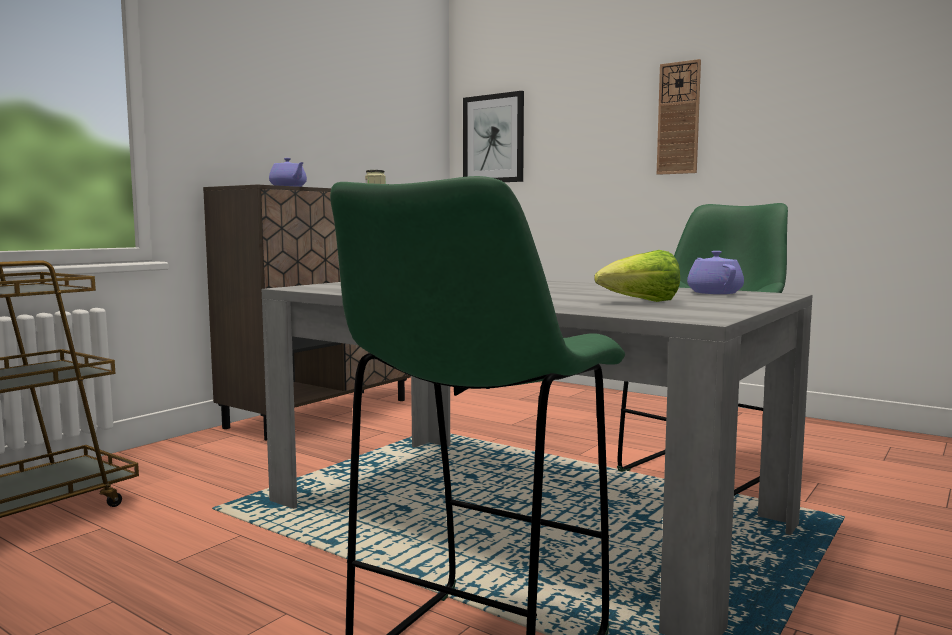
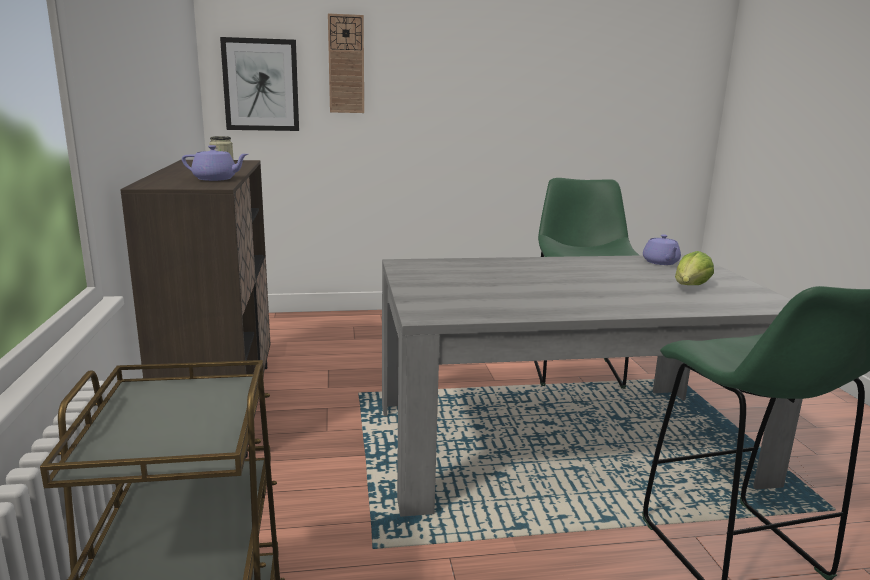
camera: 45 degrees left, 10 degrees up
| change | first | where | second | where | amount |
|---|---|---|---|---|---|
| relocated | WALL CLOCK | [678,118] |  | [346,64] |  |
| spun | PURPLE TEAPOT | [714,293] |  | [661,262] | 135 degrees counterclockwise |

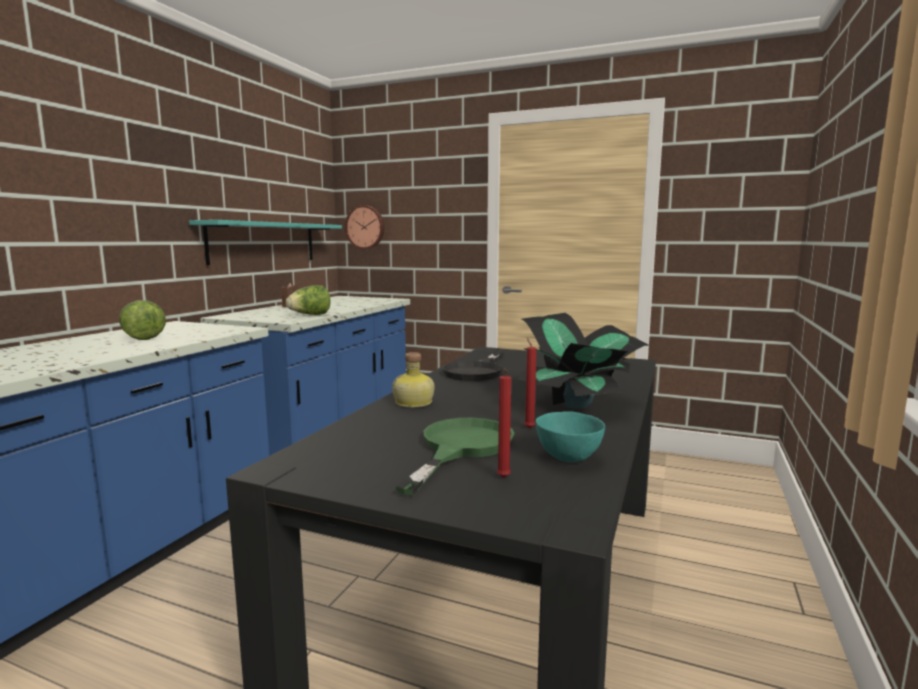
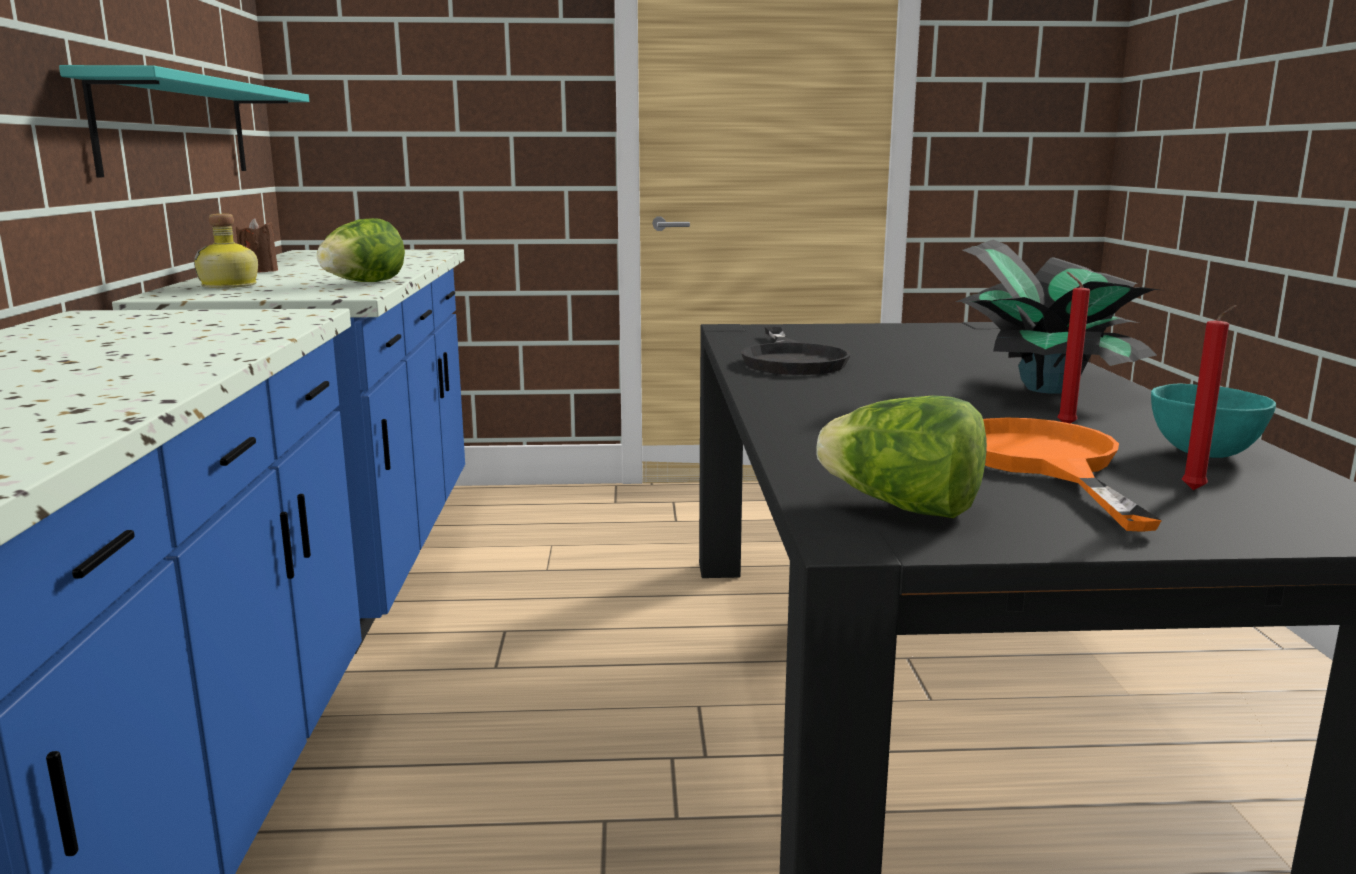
camera: 25 degrees left, 5 degrees up
| change | first | where | second | where | amount |
|---|---|---|---|---|---|
| missing | WALL CLOCK | [365,227] |  |  |  |
| relocated | LETTUCE | [142,338] |  | [903,508] |  |
| relocated | BOTTLE | [414,403] |  | [230,286] |  |
| colour | GREEN FRYING PAN | [460,448] | ORANGE FRYING PAN | [1044,463] |  |

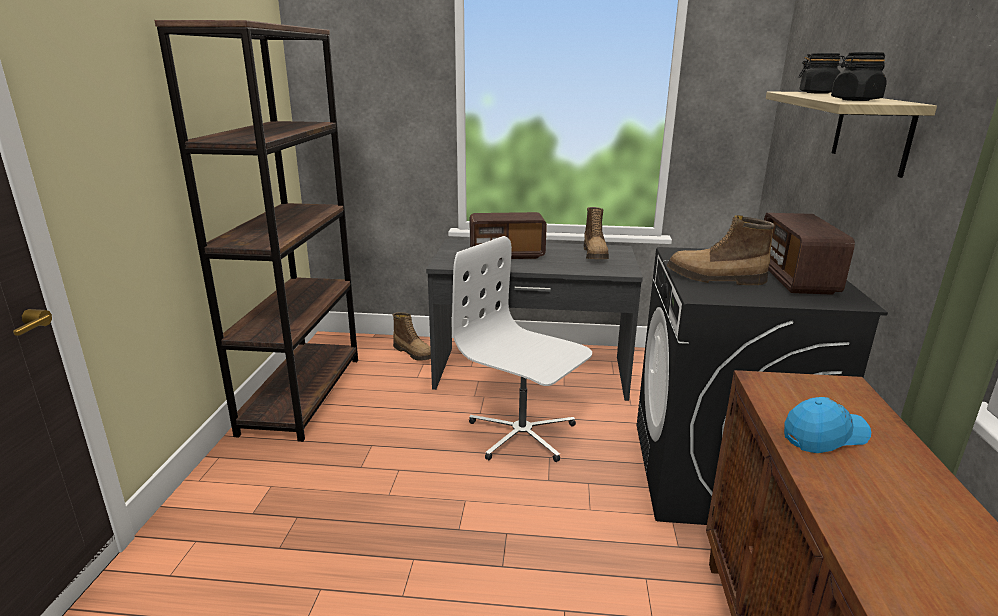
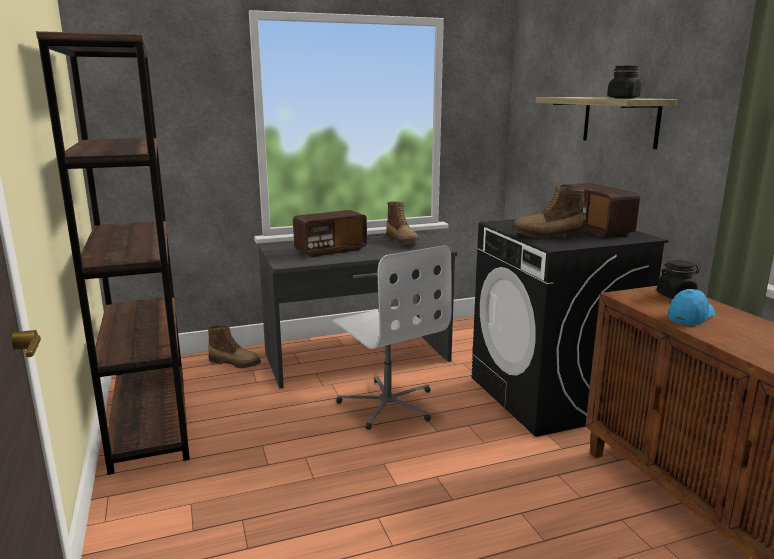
camera: 25 degrees left, 5 degrees down
| change | first | where | second | where | amount |
|---|---|---|---|---|---|
| relocated | BLACK JAR | [818,93] |  | [675,296] |  |
| spun | WHITE OFFICE CHAIR | [522,434] |  | [388,404] | 135 degrees counterclockwise |

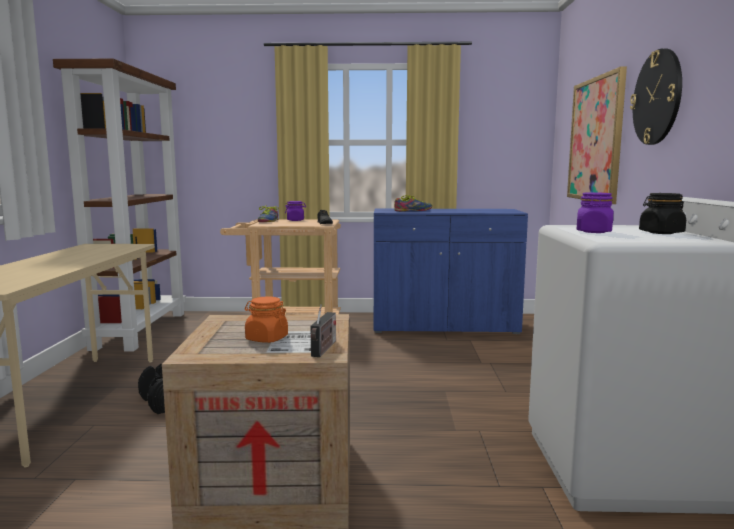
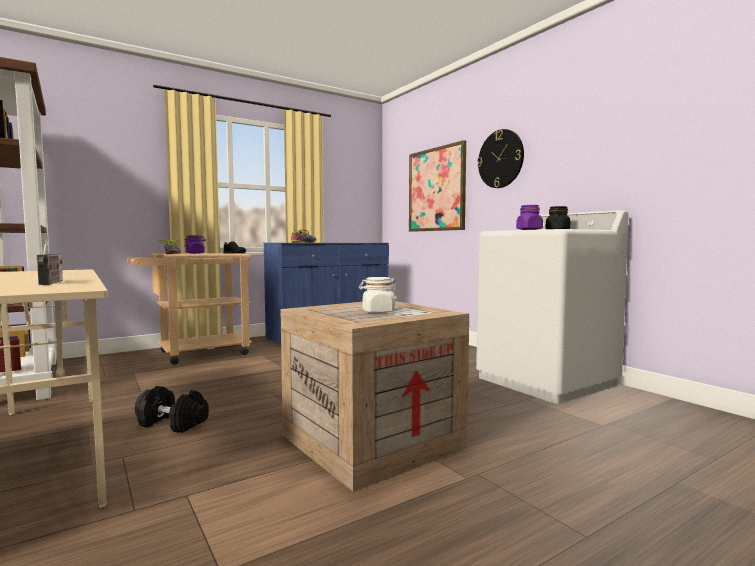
camera: 35 degrees left, 5 degrees down
| change | first | where | second | where | amount |
|---|---|---|---|---|---|
| relocated | RADIO | [323,349] |  | [51,282] |  |
| colour | ORANGE JAR | [266,339] | WHITE JAR | [378,312] |  |

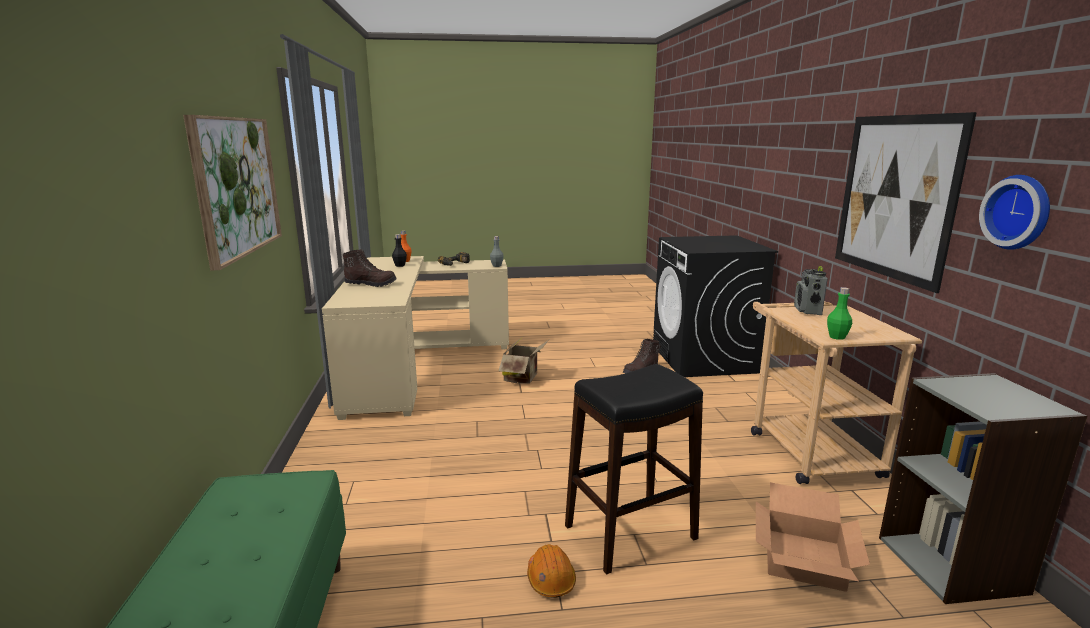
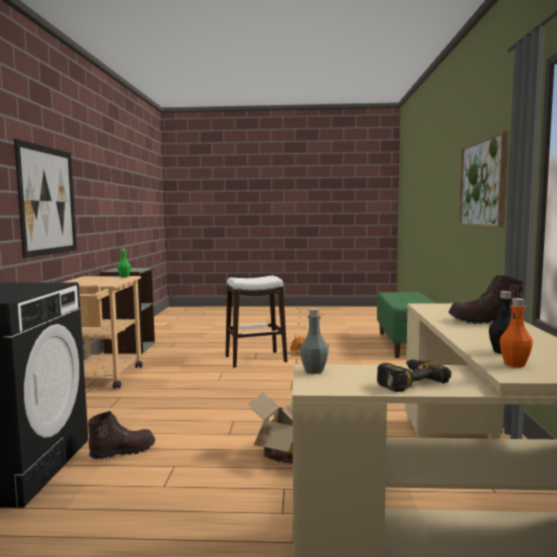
camera: 170 degrees left, 10 degrees down
| change | first | where | second | where | amount |
|---|---|---|---|---|---|
| missing | CARDBOARD BOX | [805,559] |  |  |  |
| missing | RADIO | [807,310] |  |  |  |
| missing | WALL CLOCK | [1019,212] |  |  |  |
| colour | BLACK STOOL | [630,532] | WHITE STOOL | [256,359] |  |

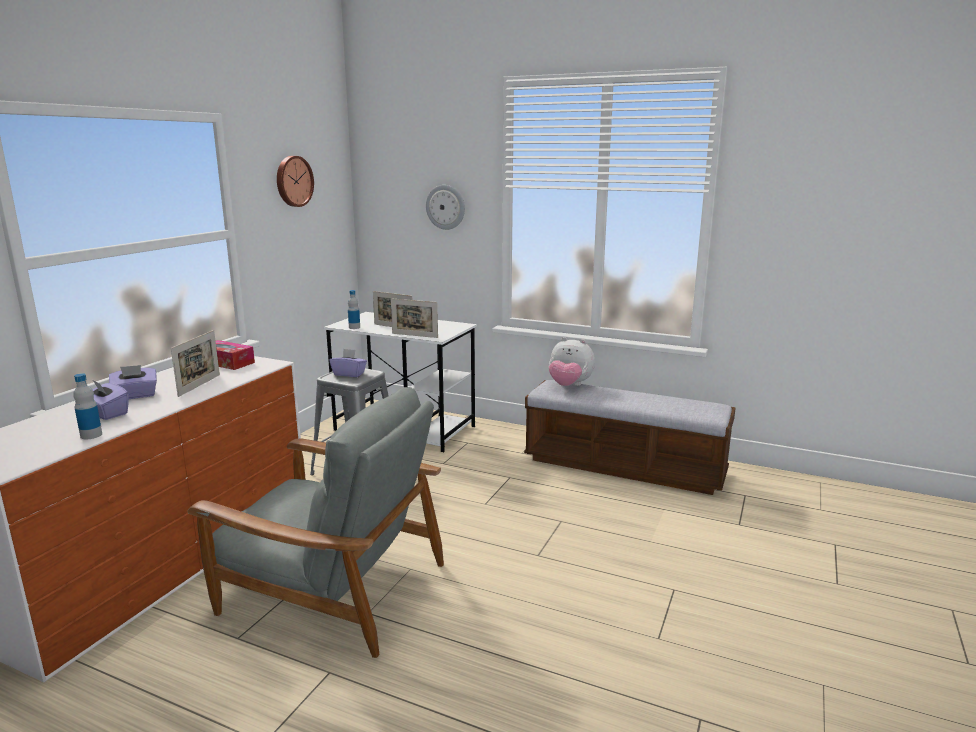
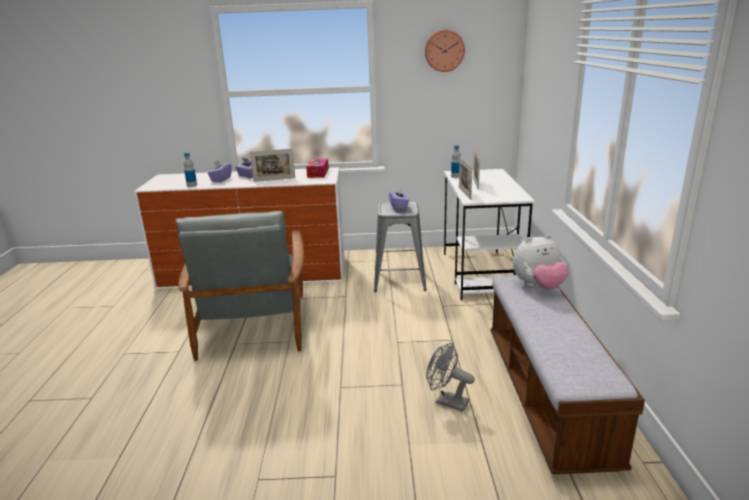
camera: 65 degrees right, 5 degrees up
| change | first | where | second | where | amount |
|---|---|---|---|---|---|
| missing | WALL CLOCK | [445,207] |  |  |  |
| appeared |  |  | GREY FAN | [447,401] |  |
| spun | PLUSH TOY | [569,386] |  | [538,286] | 105 degrees counterclockwise |

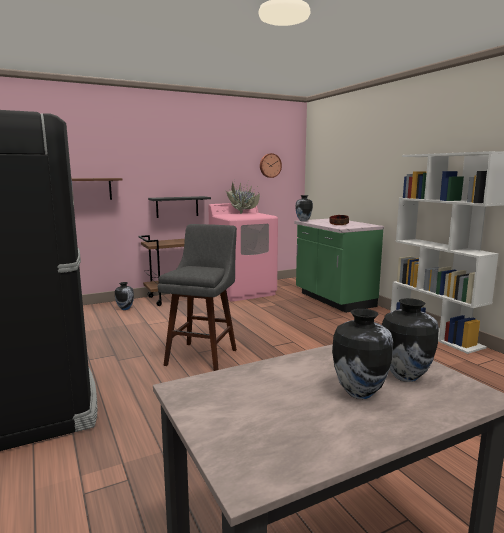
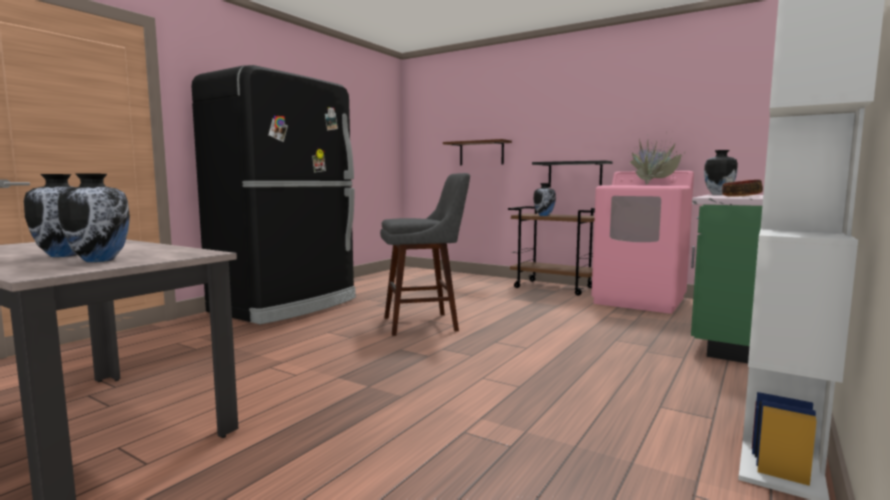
camera: 60 degrees right, 5 degrees down
| change | first | where | second | where | amount |
|---|---|---|---|---|---|
| missing | WALL CLOCK | [270,165] |  |  |  |
| relocated | VASE | [125,308] |  | [544,215] |  |

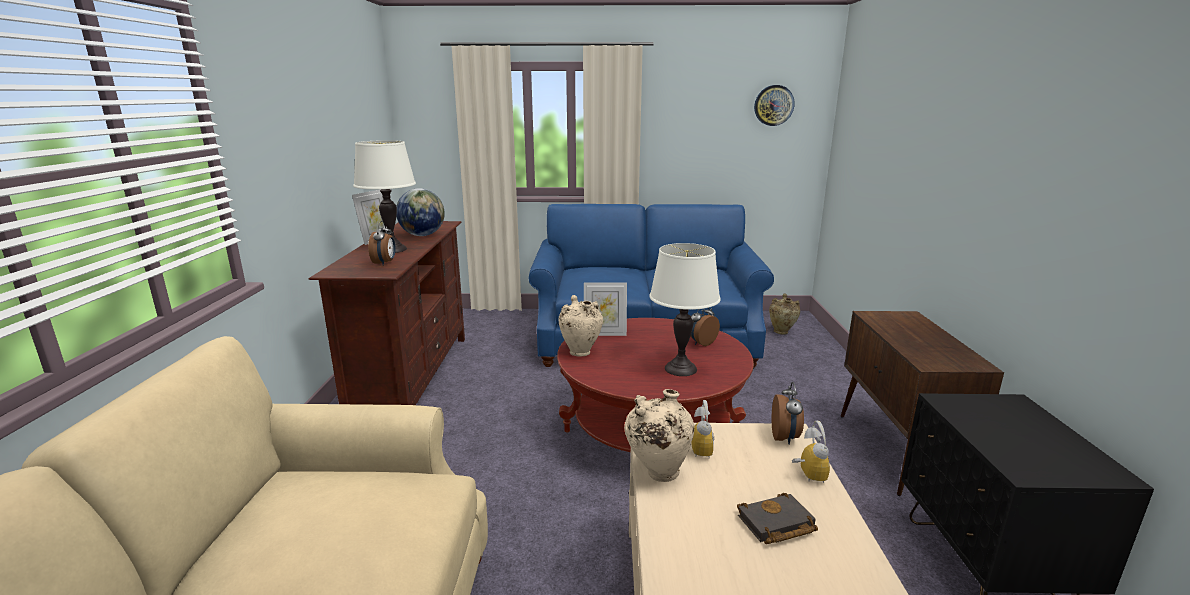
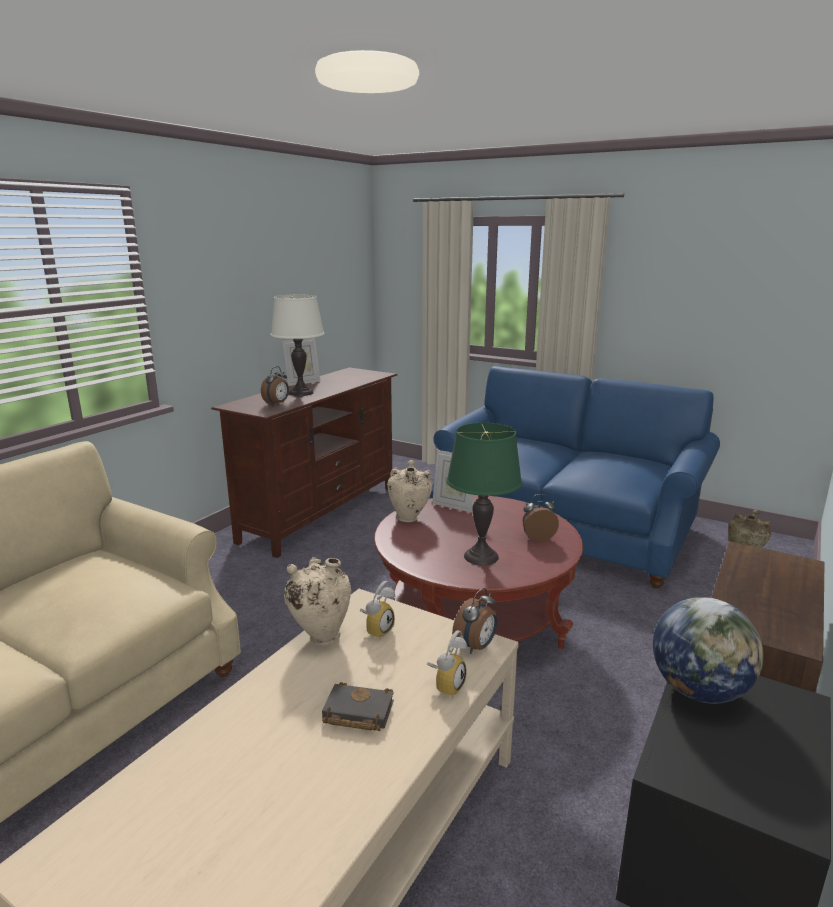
camera: 30 degrees right, 0 degrees up
| change | first | where | second | where | amount |
|---|---|---|---|---|---|
| missing | WALL CLOCK | [773,105] |  |  |  |
| relocated | GLOBE | [422,235] |  | [699,690] |  |
| colour | WHITE TABLE LAMP | [680,369] | GREEN TABLE LAMP | [481,557] |  |

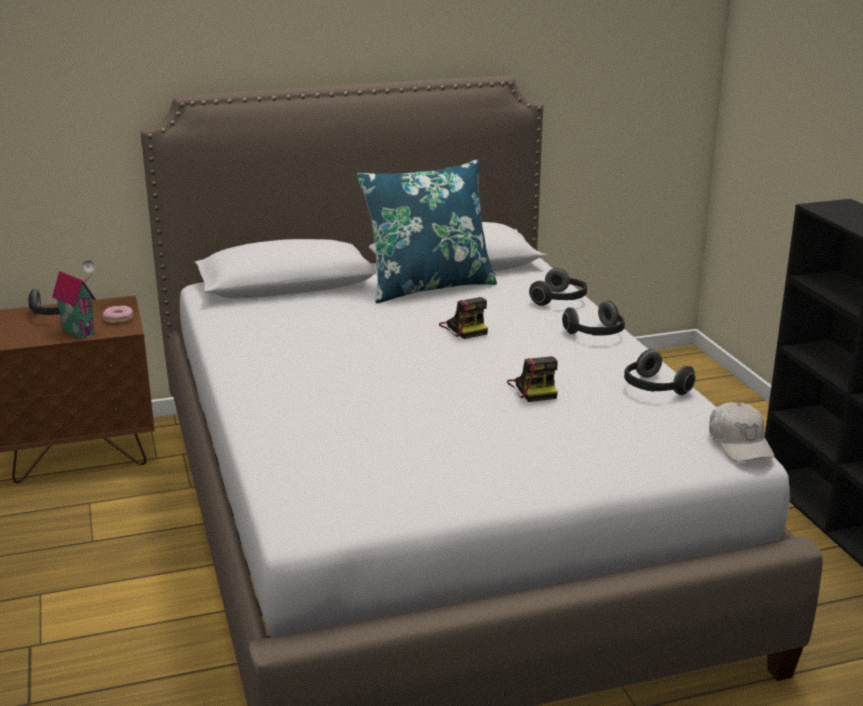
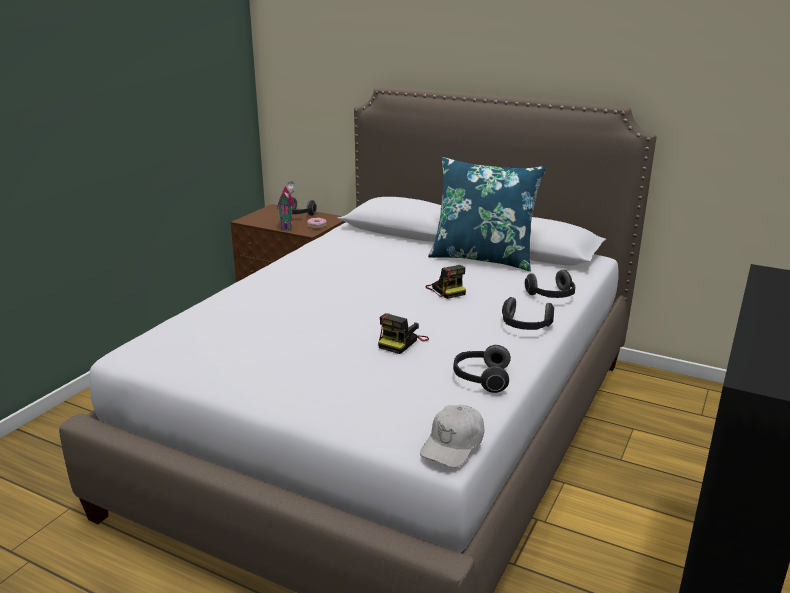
camera: 45 degrees right, 0 degrees up
| change | first | where | second | where | amount |
|---|---|---|---|---|---|
| spun | PHOTO CAMERA | [464,328] |  | [446,290] | 45 degrees counterclockwise |

